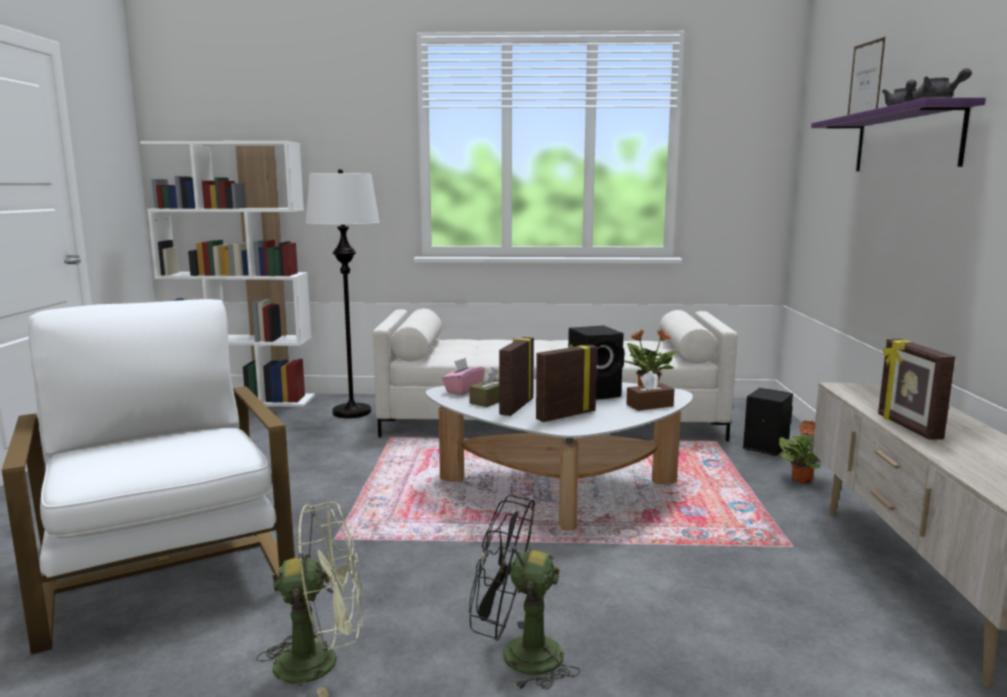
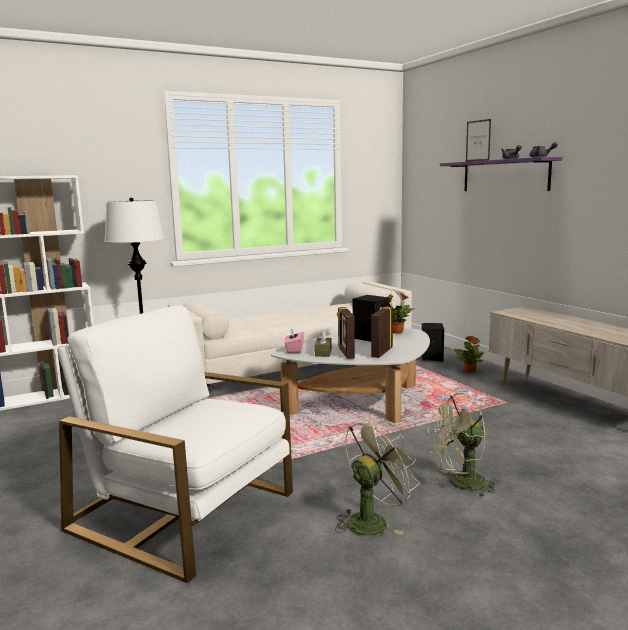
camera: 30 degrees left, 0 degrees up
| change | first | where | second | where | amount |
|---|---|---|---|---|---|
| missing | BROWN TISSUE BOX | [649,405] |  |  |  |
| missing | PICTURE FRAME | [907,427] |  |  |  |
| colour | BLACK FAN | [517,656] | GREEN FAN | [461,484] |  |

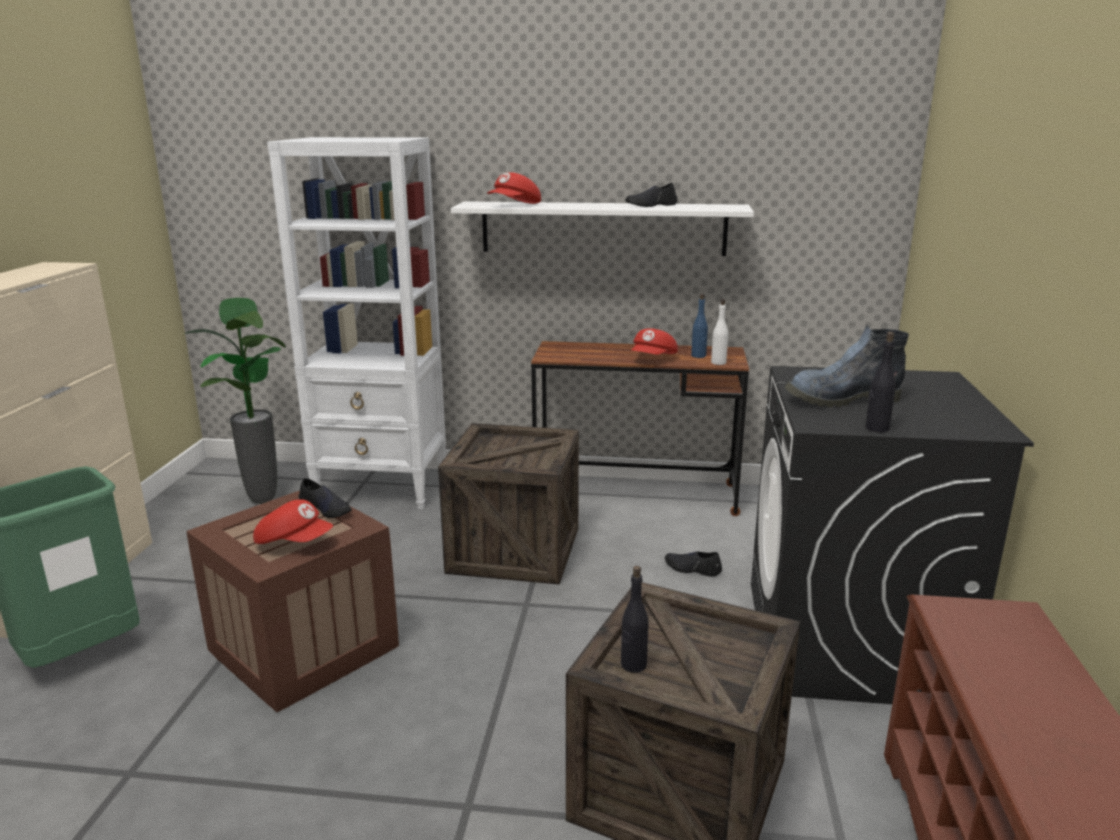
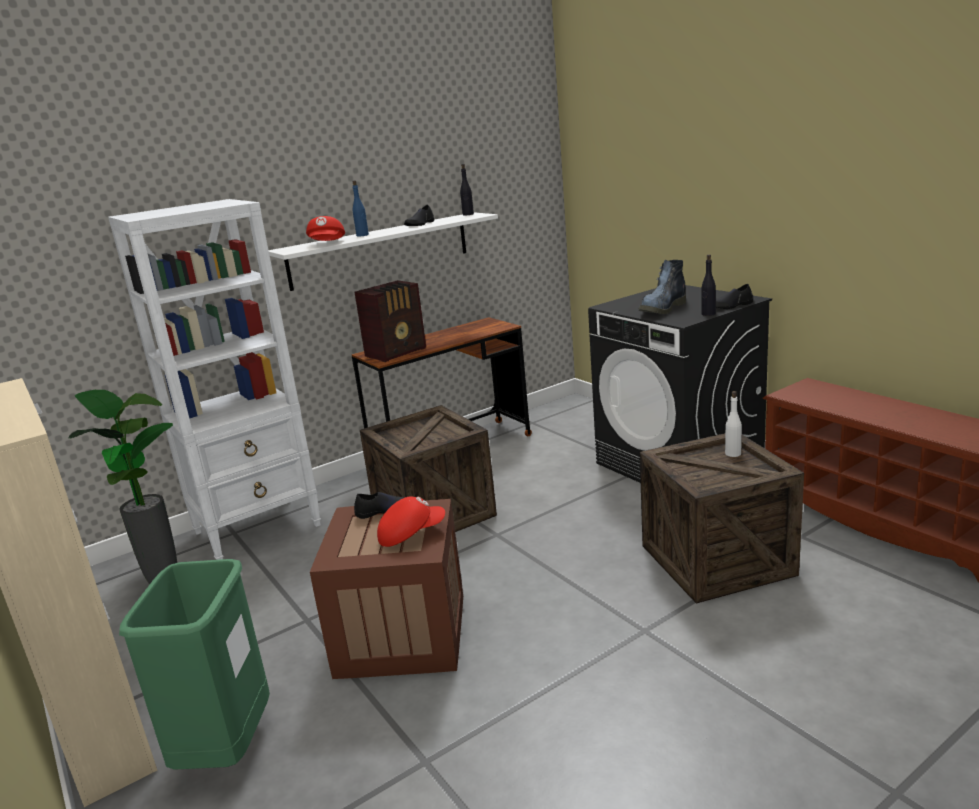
camera: 40 degrees left, 0 degrees up
| change | first | where | second | where | amount |
|---|---|---|---|---|---|
| missing | RED CAP | [653,359] |  |  |  |
| appeared |  |  | RADIO | [397,352] |  |
| relocated | BLACK BOTTLE | [633,665] |  | [468,214] |  |
| relocated | BLACK SHOE | [692,568] |  | [731,305] |  |
| relocated | BLUE BOTTLE | [698,356] |  | [362,235] |  |
| relocated | WHITE BOTTLE | [718,362] |  | [733,453] |  |

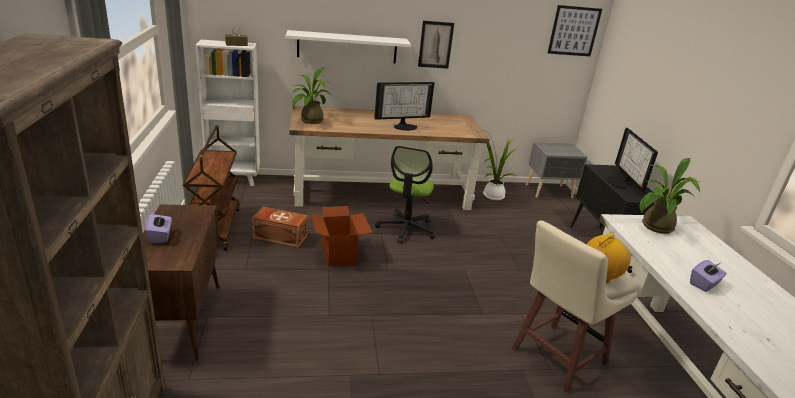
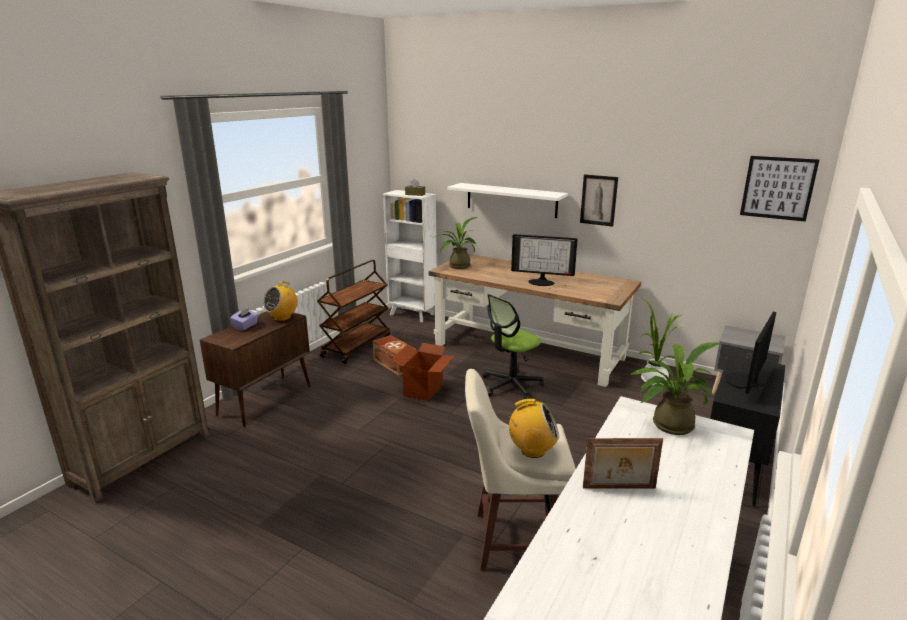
camera: 40 degrees right, 5 degrees down
| change | first | where | second | where | amount |
|---|---|---|---|---|---|
| appeared |  |  | RADIO | [282,318] |  |
| exchanged | PURPLE TISSUE BOX | [704,284] | PICTURE FRAME | [619,488] |  |

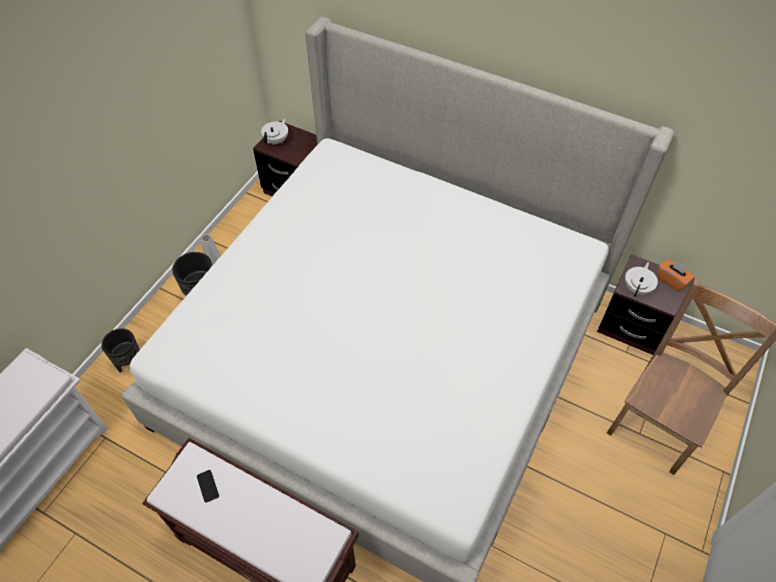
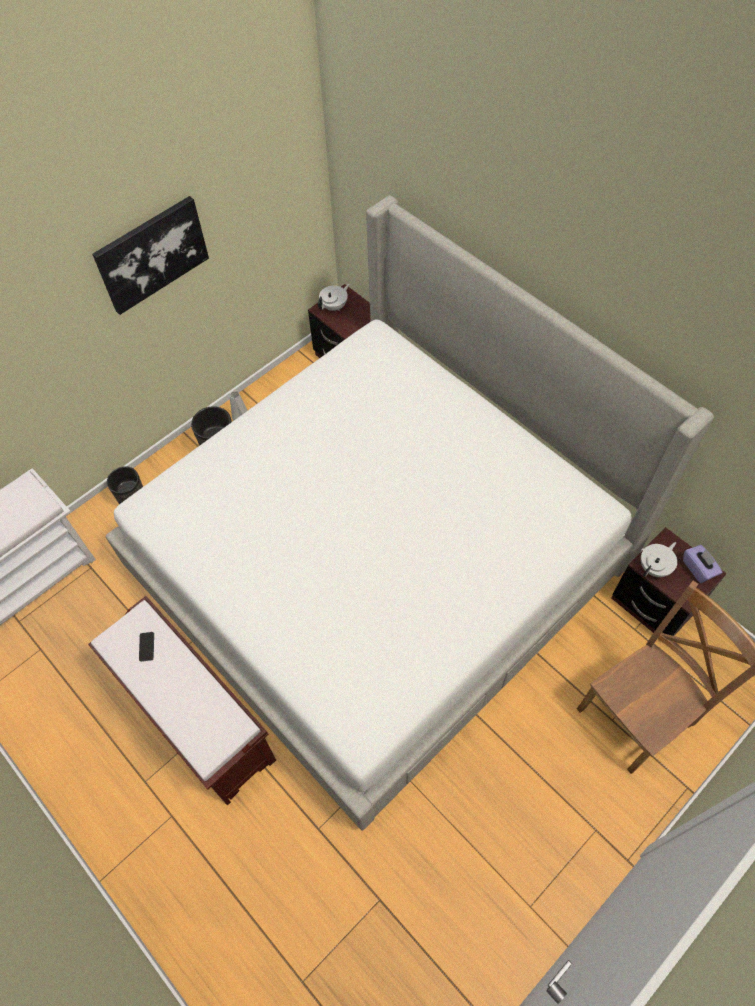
camera: 20 degrees right, 5 degrees up
| change | first | where | second | where | amount |
|---|---|---|---|---|---|
| appeared |  |  | PICTURE | [152,254] |  |
| colour | ORANGE TISSUE BOX | [672,280] | PURPLE TISSUE BOX | [698,568] |  |

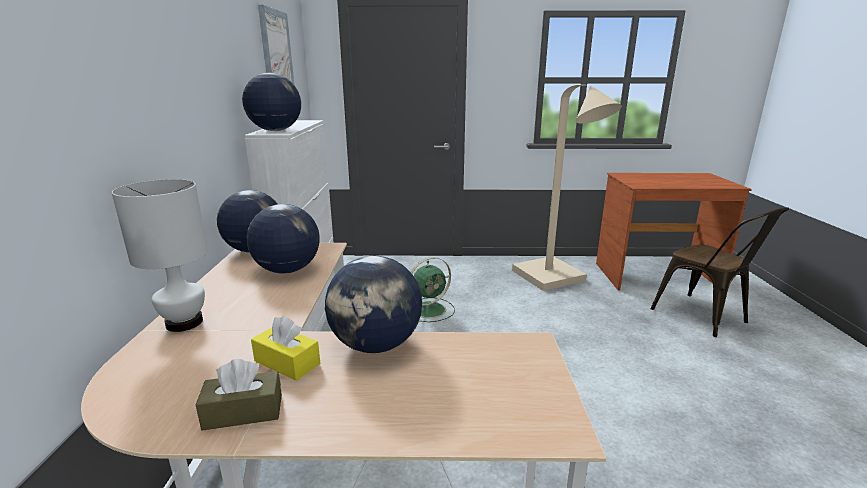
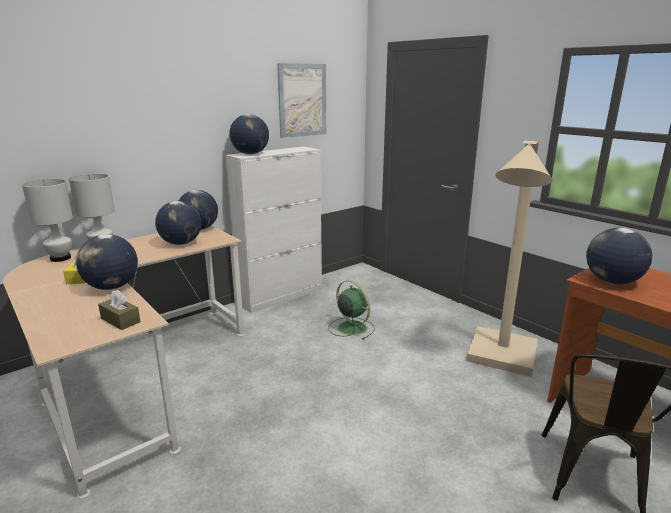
camera: 50 degrees right, 0 degrees up
| change | first | where | second | where | amount |
|---|---|---|---|---|---|
| appeared |  |  | WHITE TABLE LAMP | [60,258] |  |
| appeared |  |  | GLOBE | [612,281] |  |
| relocated | BROWN TISSUE BOX | [243,412] |  | [120,320] |  |
| spun | GREEN FAN | [430,309] |  | [351,327] | 150 degrees counterclockwise |

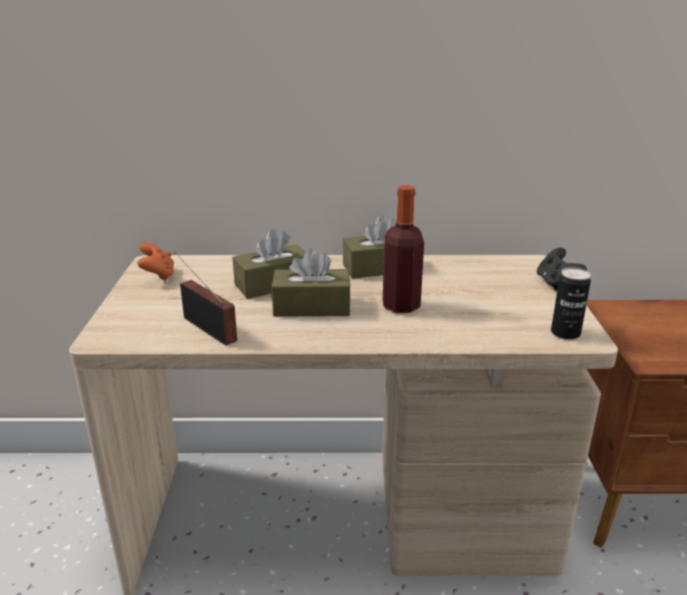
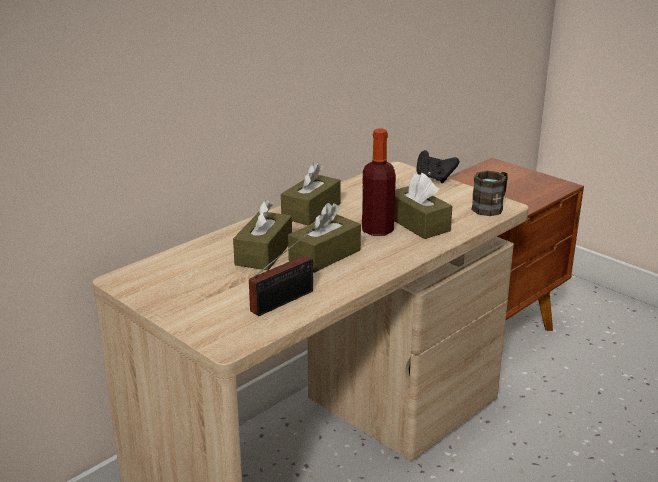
camera: 45 degrees left, 0 degrees up
| change | first | where | second | where | amount |
|---|---|---|---|---|---|
| missing | ORANGE GAME CONTROLLER | [158,275] |  |  |  |
| appeared |  |  | BROWN TISSUE BOX | [417,223] |  |
| exchanged | CAN | [565,333] | BROWN MUG | [491,207] |  |
| spun | RADIO | [208,327] |  | [286,300] | 135 degrees clockwise |

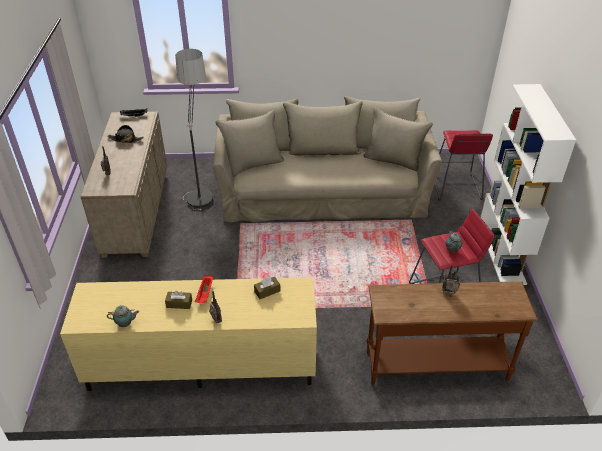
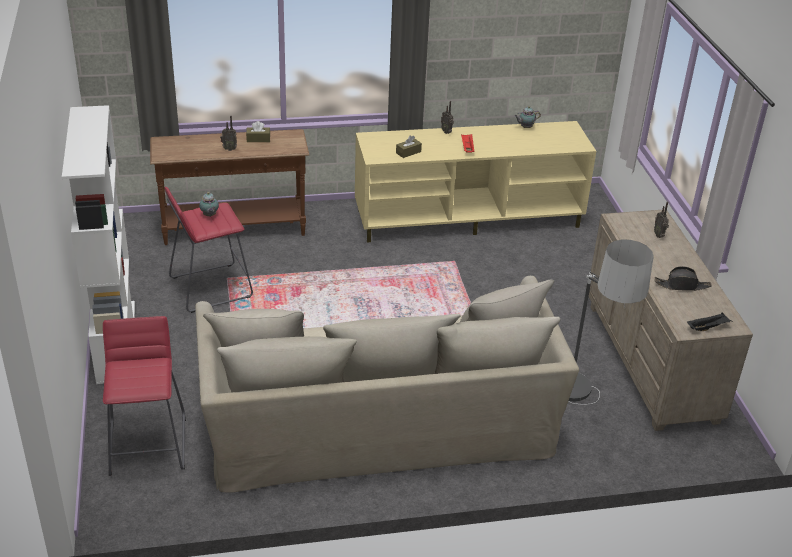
camera: 170 degrees right, 5 degrees down
| change | first | where | second | where | amount |
|---|---|---|---|---|---|
| relocated | BROWN TISSUE BOX | [179,303] |  | [258,139] |  |

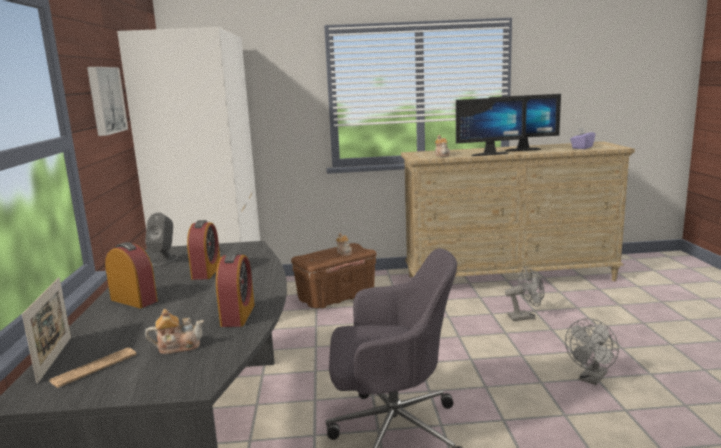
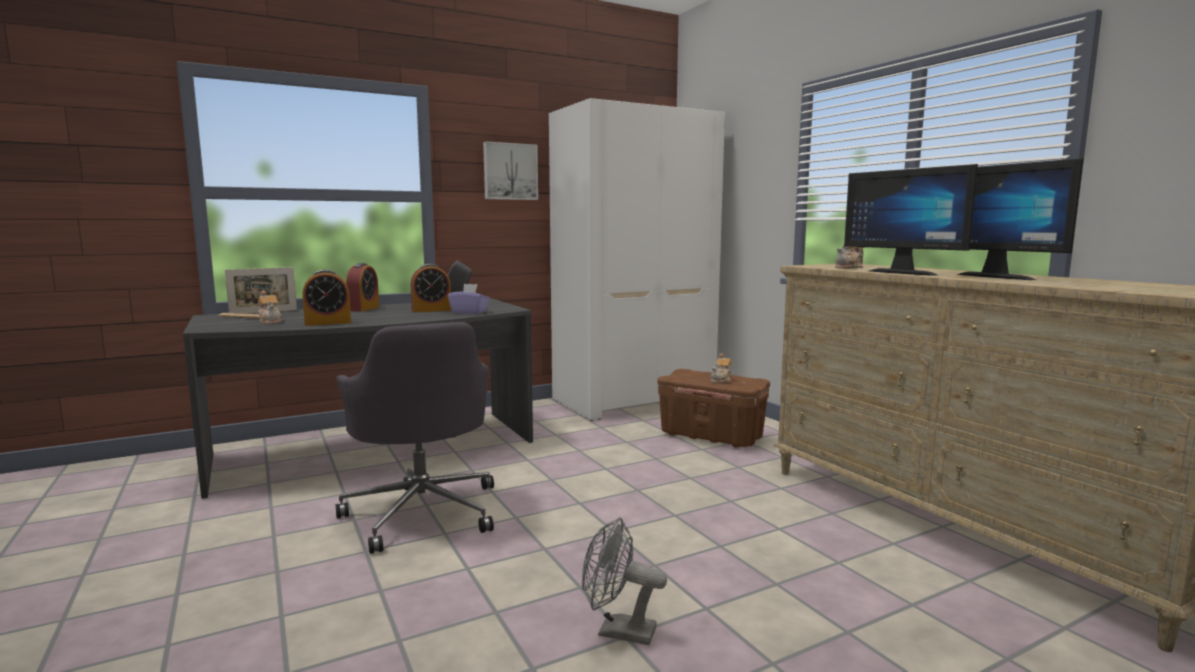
camera: 65 degrees right, 5 degrees down
| change | first | where | second | where | amount |
|---|---|---|---|---|---|
| missing | GREY FAN | [525,317] |  |  |  |
| relocated | PURPLE TISSUE BOX | [582,147] |  | [469,312] |  |

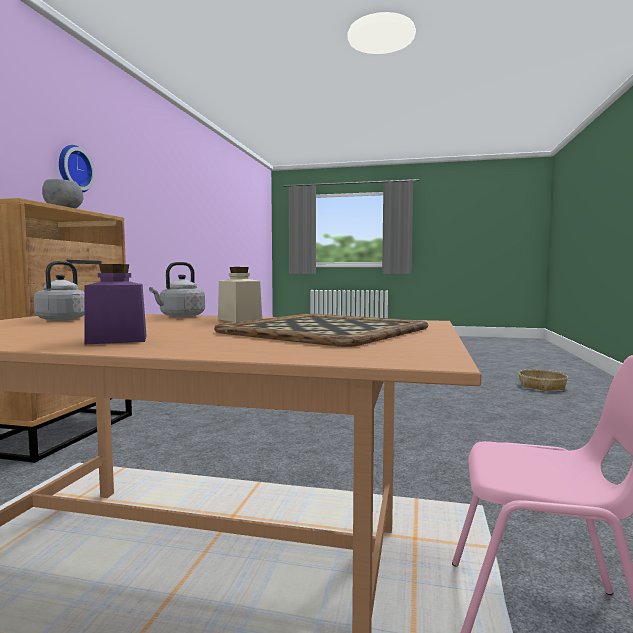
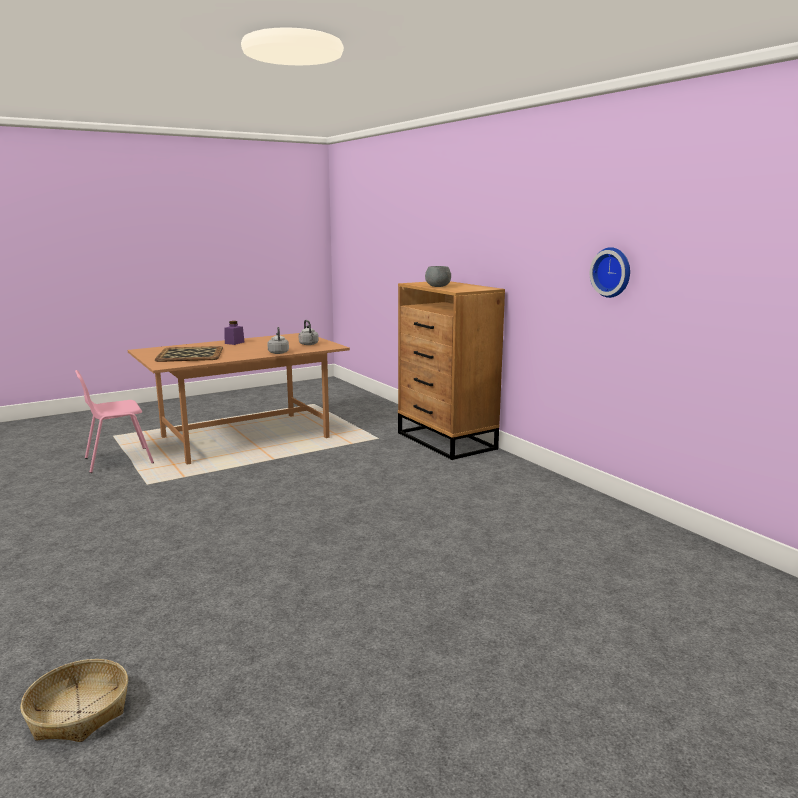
camera: 135 degrees right, 10 degrees up
| change | first | where | second | where | amount |
|---|---|---|---|---|---|
| missing | BEIGE JAR | [239,319] |  |  |  |
| relocated | WALL CLOCK | [73,169] |  | [613,272] |  |

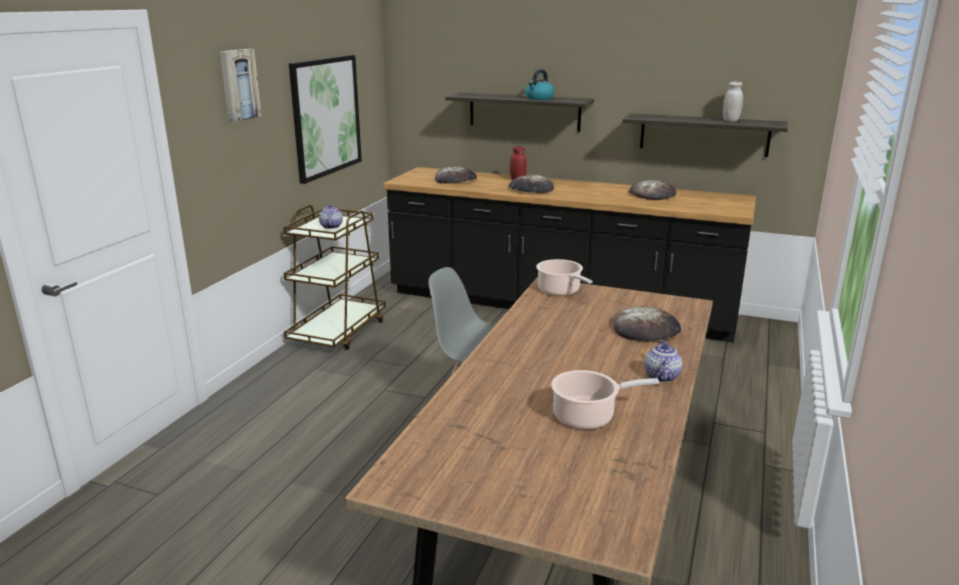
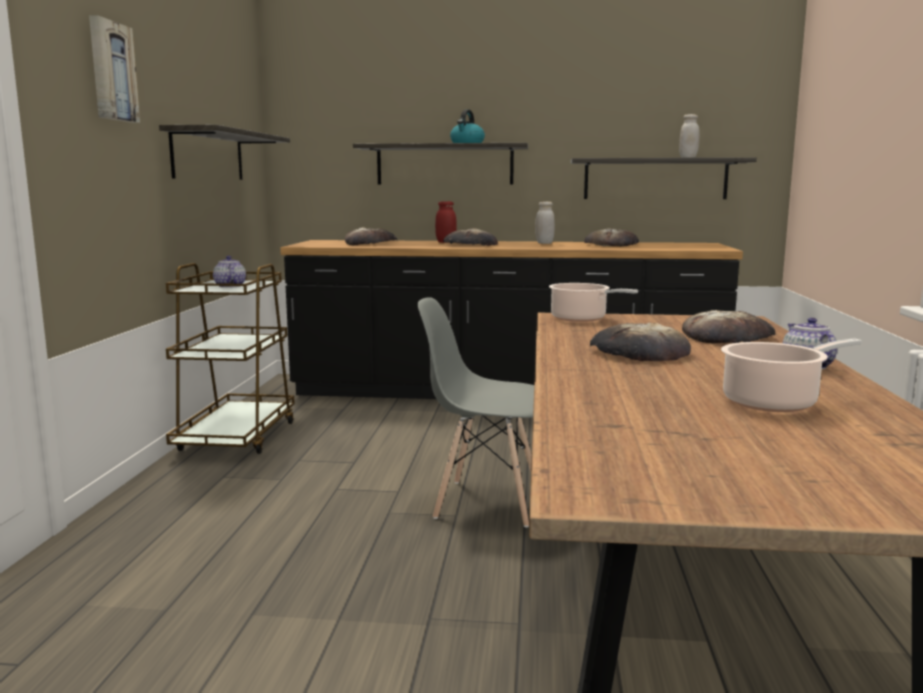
camera: 15 degrees left, 10 degrees down
| change | first | where | second | where | amount |
|---|---|---|---|---|---|
| appeared |  |  | WHITE JAR | [544,243] |  |
| appeared |  |  | BREAD | [639,353] |  |
| exchanged | PICTURE | [326,116] | SHELF | [208,155] |  |

